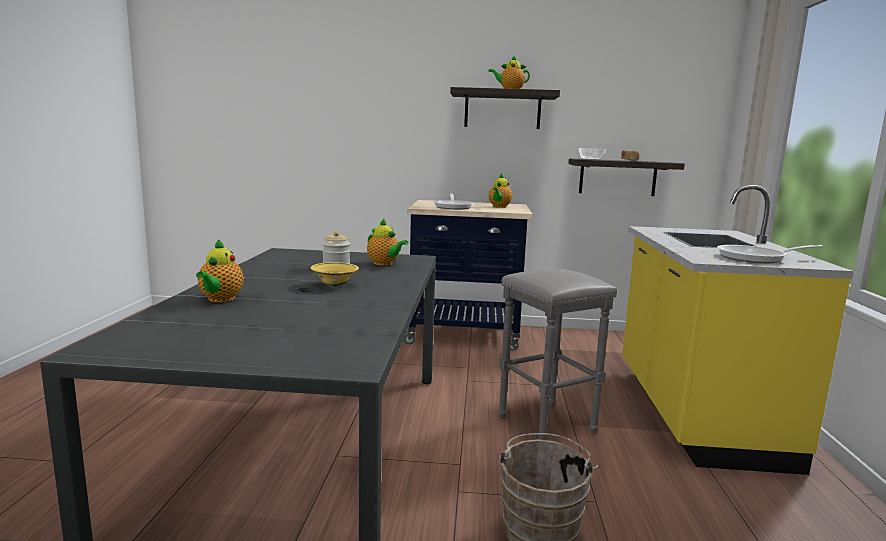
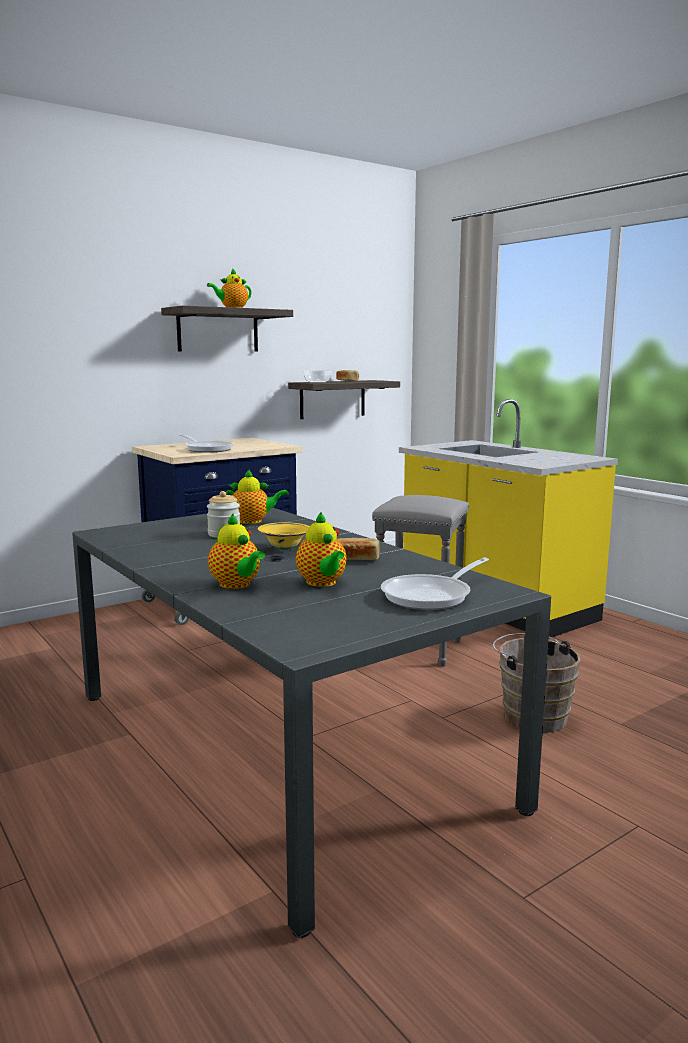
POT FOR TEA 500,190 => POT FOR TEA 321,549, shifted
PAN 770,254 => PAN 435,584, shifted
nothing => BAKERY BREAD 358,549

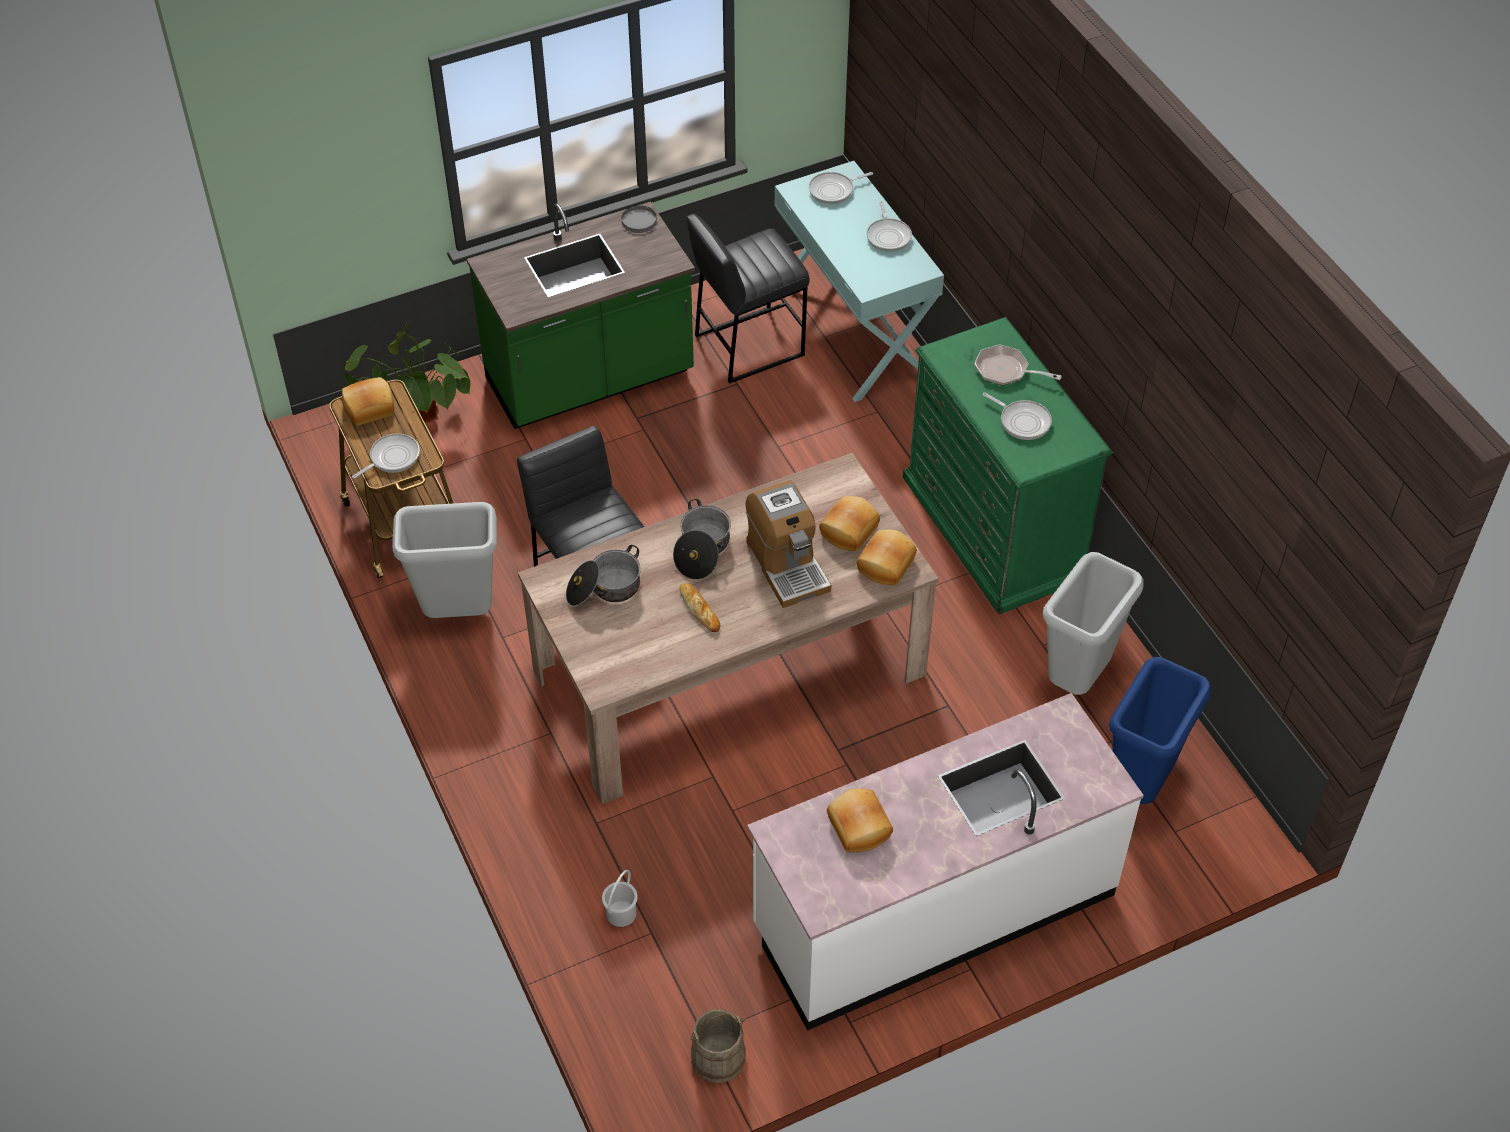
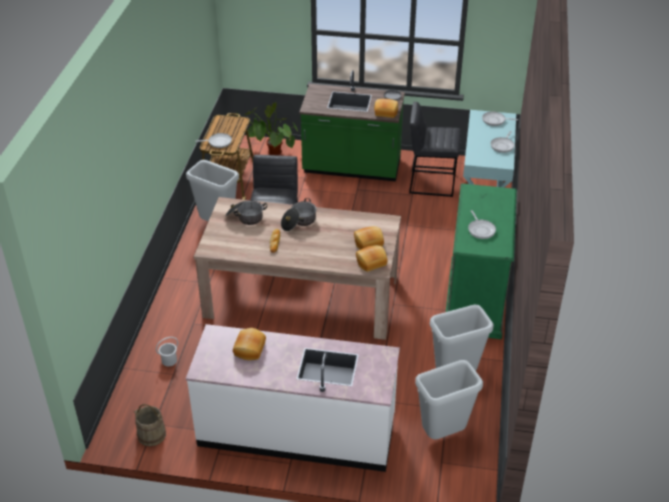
PAN 1018,364 => nothing
BAKERY BREAD 368,401 => BAKERY BREAD 386,108, shifted
COFFEE BREWER 788,544 => nothing
BLUISH WASTE BIN 1160,730 => GRAY WASTE BIN 449,400

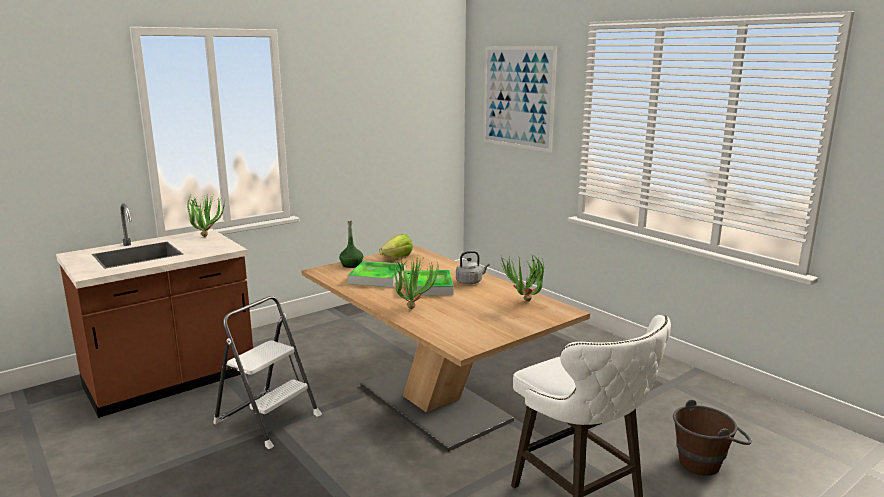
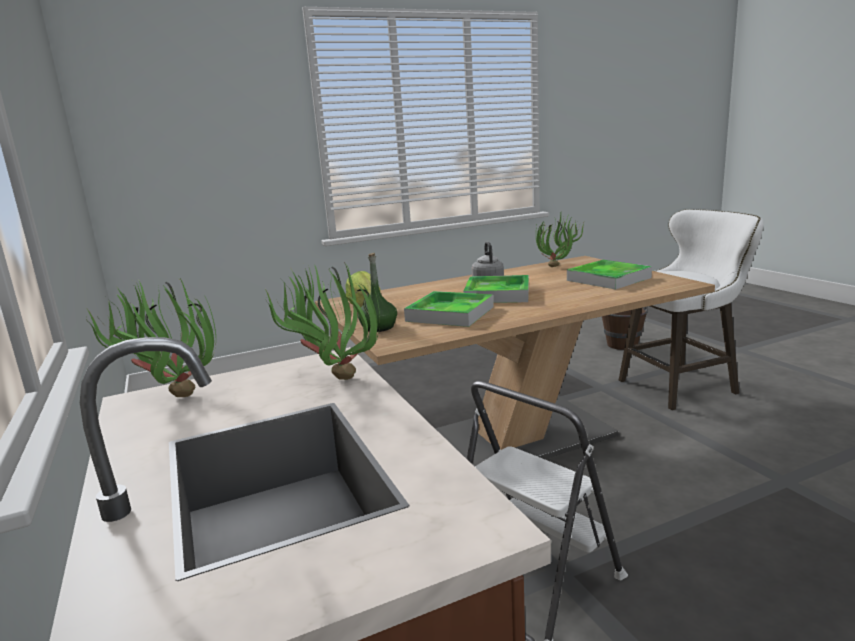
WALL ART 520,99 => nothing
PLANT IN A POT 416,283 => PLANT IN A POT 322,321, shifted
nothing => TRAY 609,275

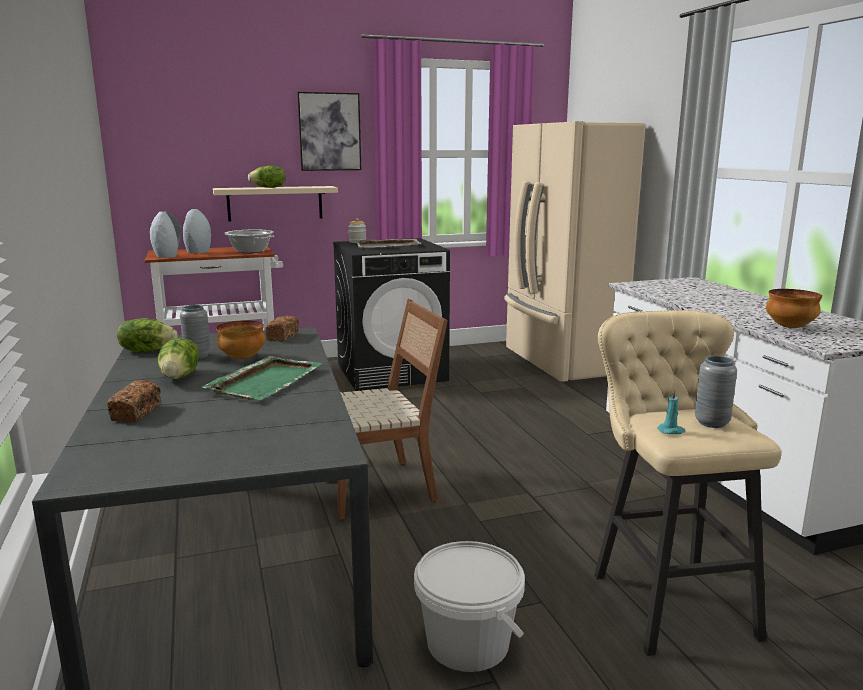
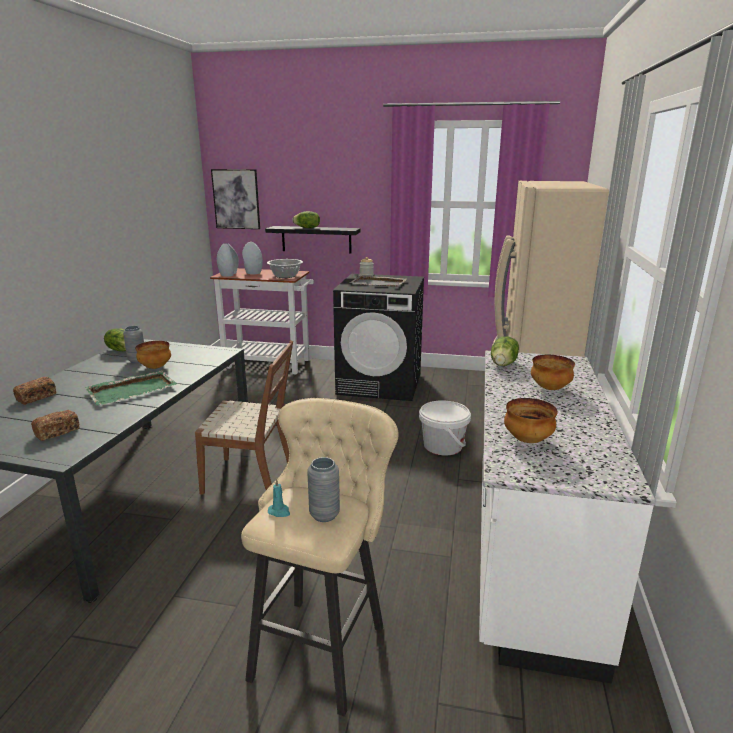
WALL ART 329,131 => WALL ART 235,199, shifted
BEIGE-COLOURED BRACKET SHELF 275,204 => BLACK BRACKET SHELF 312,240
BAKERY BREAD 282,329 => BAKERY BREAD 55,425, shifted
HEAD OF LETTUCE 178,358 => HEAD OF LETTUCE 505,351, shifted
WHITE BUCKET 469,606 => WHITE BUCKET 445,427, shifted
nothing => DEEP DISH 553,372

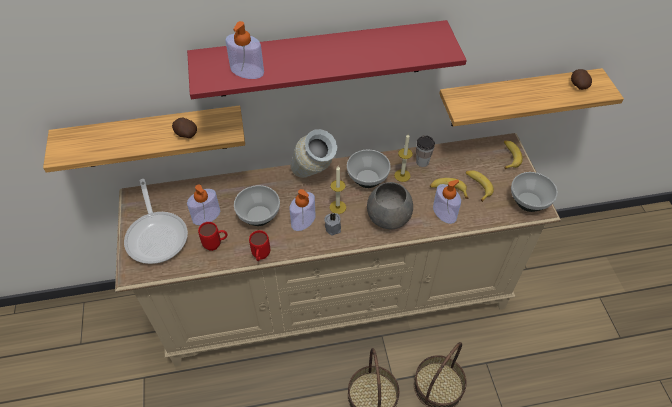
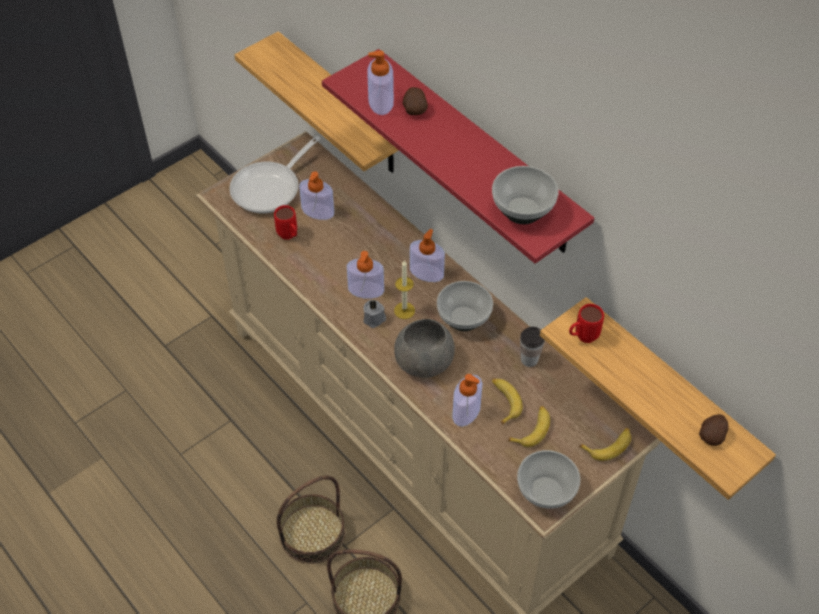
WHOLE POTATO 184,128 => WHOLE POTATO 415,101, shifted
DECORATIVE VASE 314,153 => SOAP BOTTLE 427,255
WAX LIGHT 403,158 => nothing
DEEP DISH 257,205 => DEEP DISH 525,195, shifted
RED MUG 259,245 => RED MUG 586,323, shifted

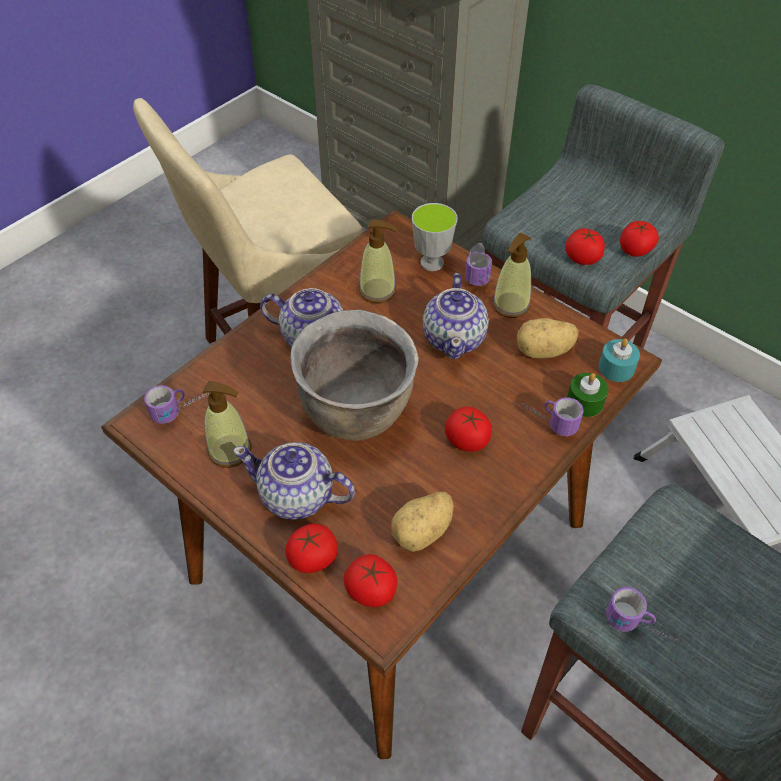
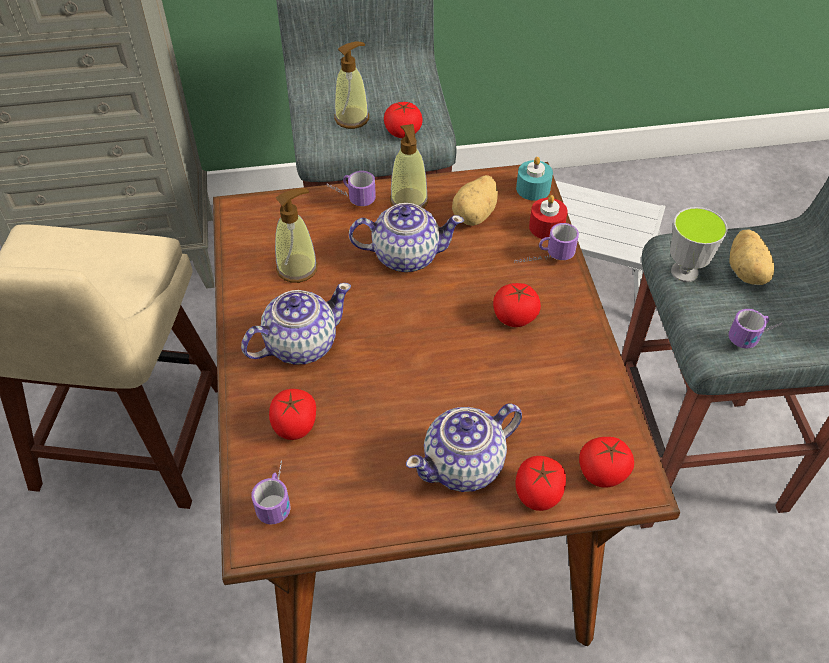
CUP 435,237 => CUP 698,244, shifted
WHOLE TOMATO 639,239 => WHOLE TOMATO 292,414, shifted
POT FOR TEA 456,316 => POT FOR TEA 406,237, 45 degrees counterclockwise
BROWN SAUCEPOT 355,375 => nothing
GREEN-COLOURED WAX LIGHT 587,395 => RED WAX LIGHT 548,217
SOAP BOTTLE 227,424 => SOAP BOTTLE 351,85, shifted
WHOLE POTATO 422,522 => WHOLE POTATO 751,257, shifted

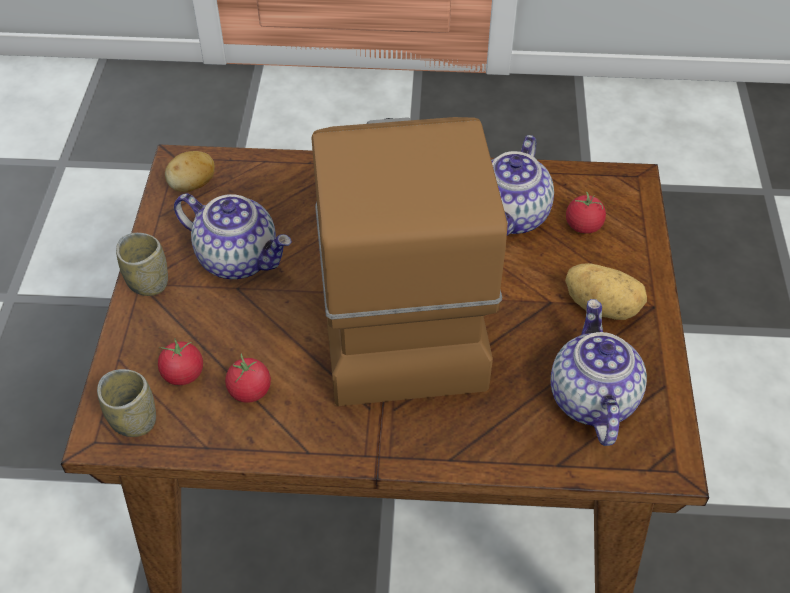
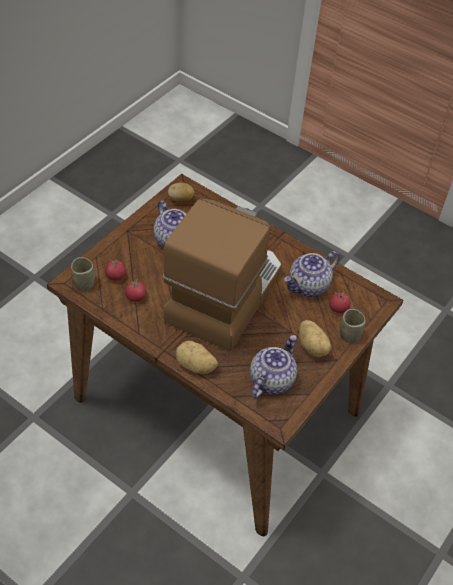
CUP 142,264 => CUP 353,326, shifted
nothing => WHOLE POTATO 197,357

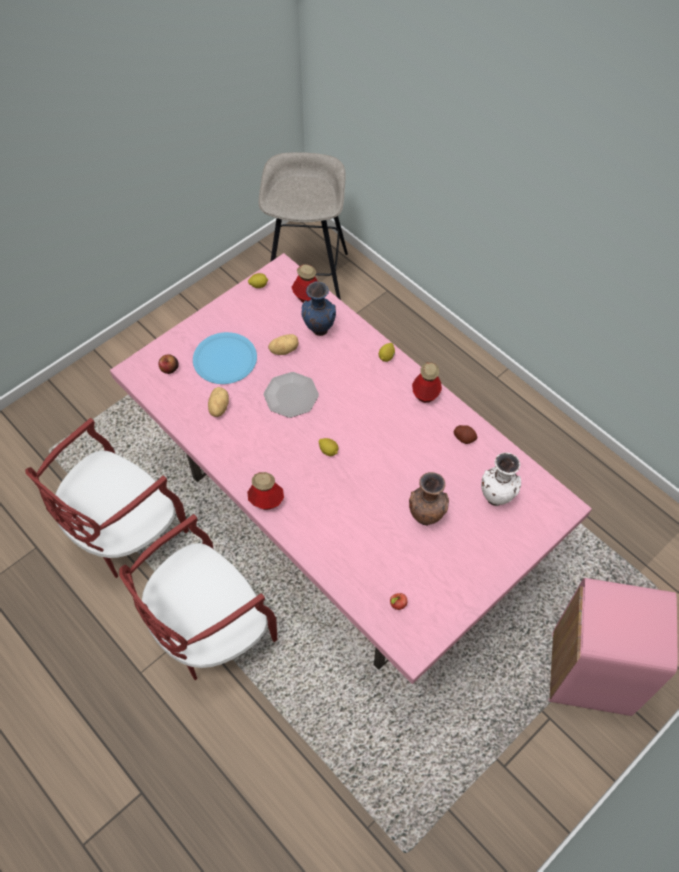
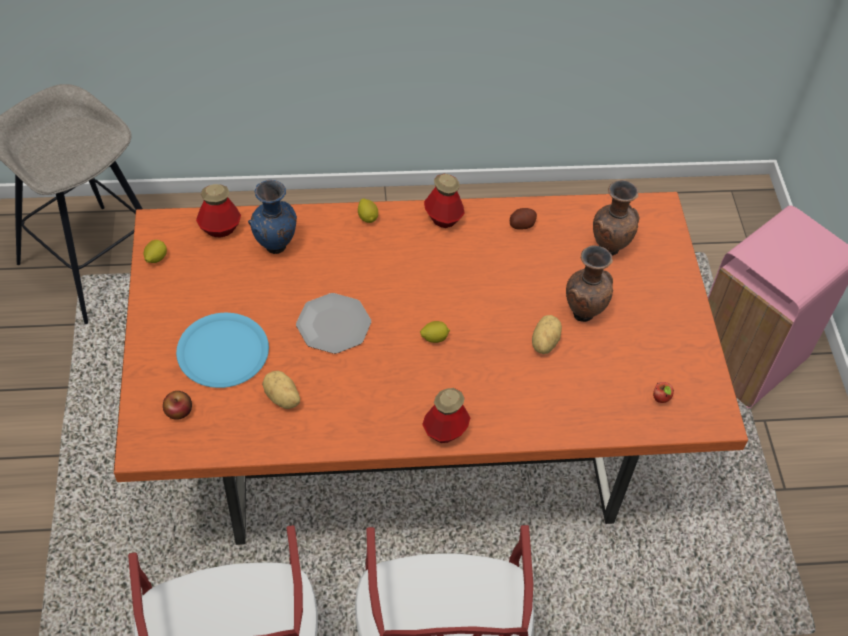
PINK-COLOURED DINNER TABLE 351,468 => ORANGE-COLOURED DINNER TABLE 431,368
WHOLE POTATO 283,344 => WHOLE POTATO 547,334, shifted
WHITE DECORATIVE VASE 501,479 => BROWN DECORATIVE VASE 616,218

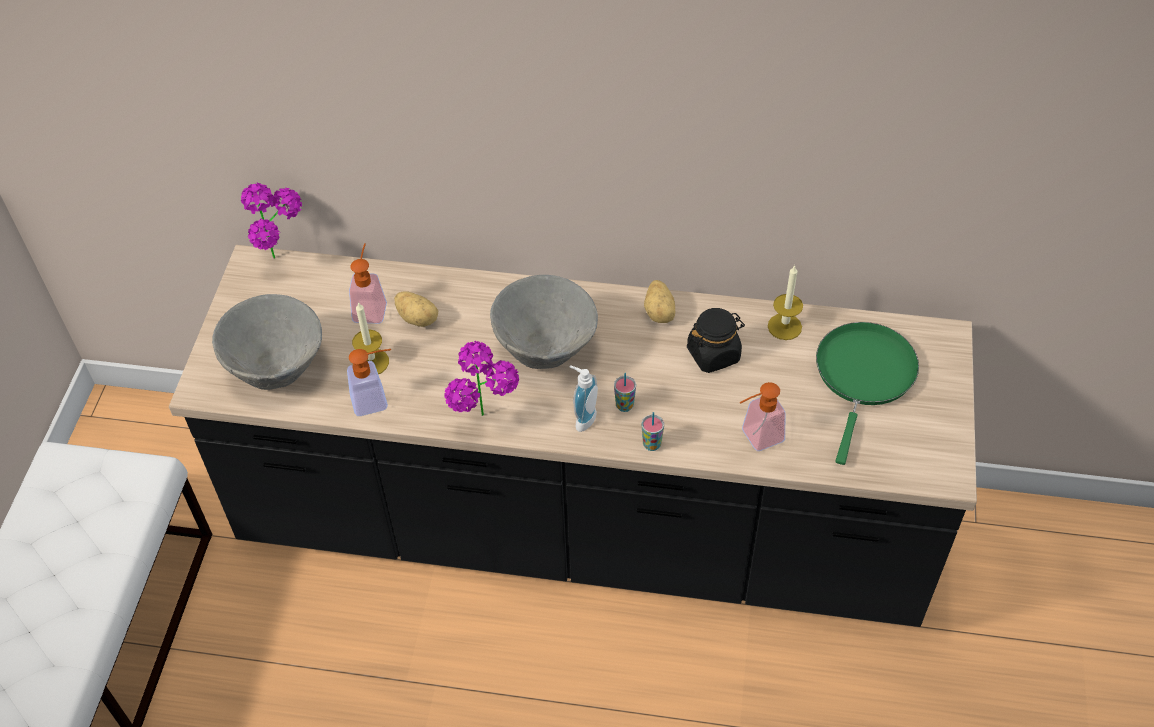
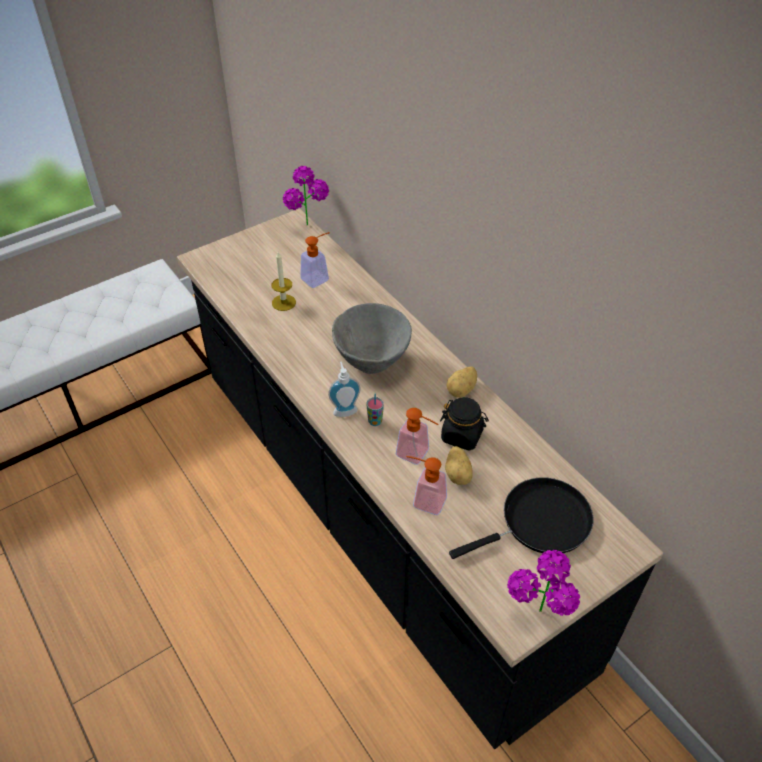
WAX LIGHT 785,302 => nothing
WHOLE POTATO 416,309 => WHOLE POTATO 459,465, shifted
GRAY DEEP DISH 267,342 => nothing
GREEN-COLOURED PAN 867,393 => BLACK PAN 521,518
PLANT IN A POT 481,378 => PLANT IN A POT 543,583, shifted
SOAP BOTTLE 369,382 => SOAP BOTTLE 417,436, shifted
CUP 653,431 => nothing

